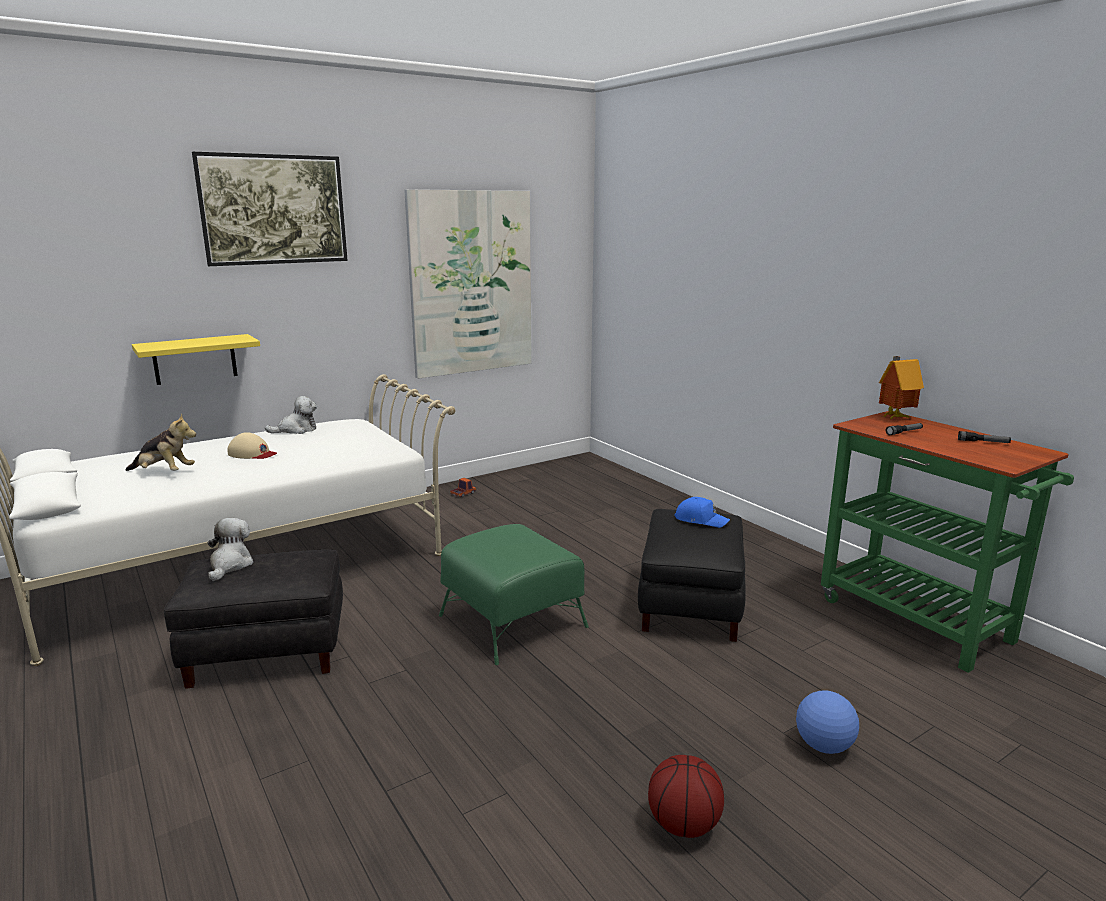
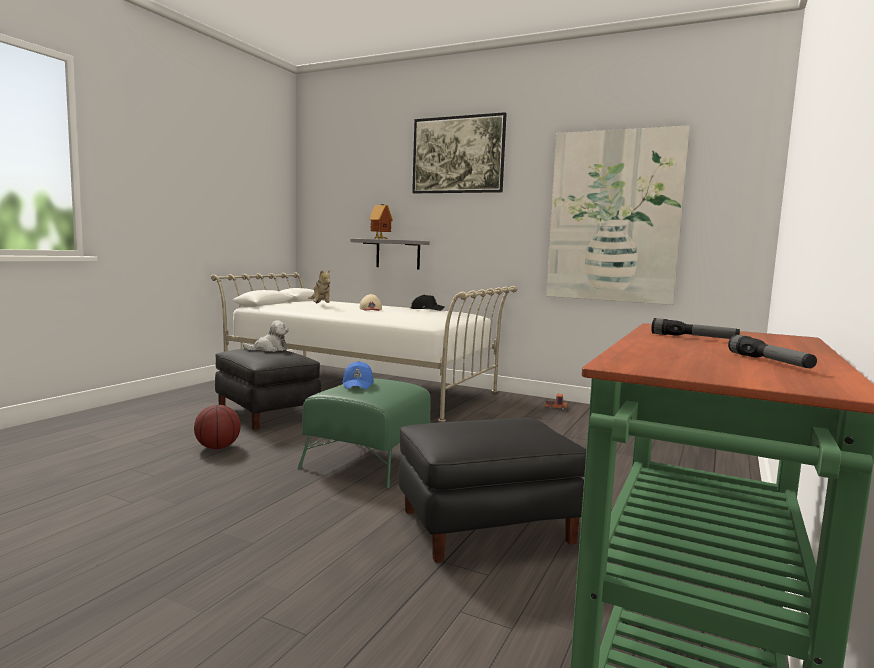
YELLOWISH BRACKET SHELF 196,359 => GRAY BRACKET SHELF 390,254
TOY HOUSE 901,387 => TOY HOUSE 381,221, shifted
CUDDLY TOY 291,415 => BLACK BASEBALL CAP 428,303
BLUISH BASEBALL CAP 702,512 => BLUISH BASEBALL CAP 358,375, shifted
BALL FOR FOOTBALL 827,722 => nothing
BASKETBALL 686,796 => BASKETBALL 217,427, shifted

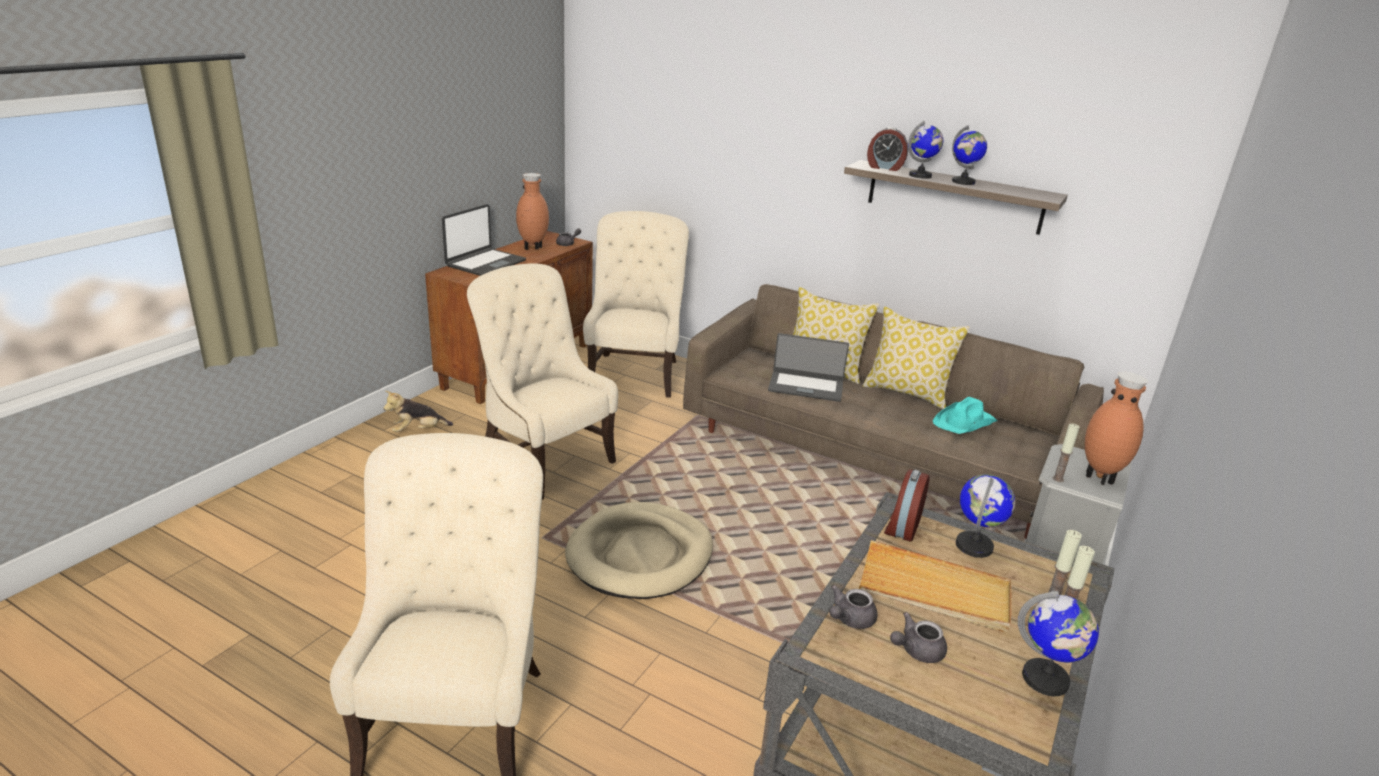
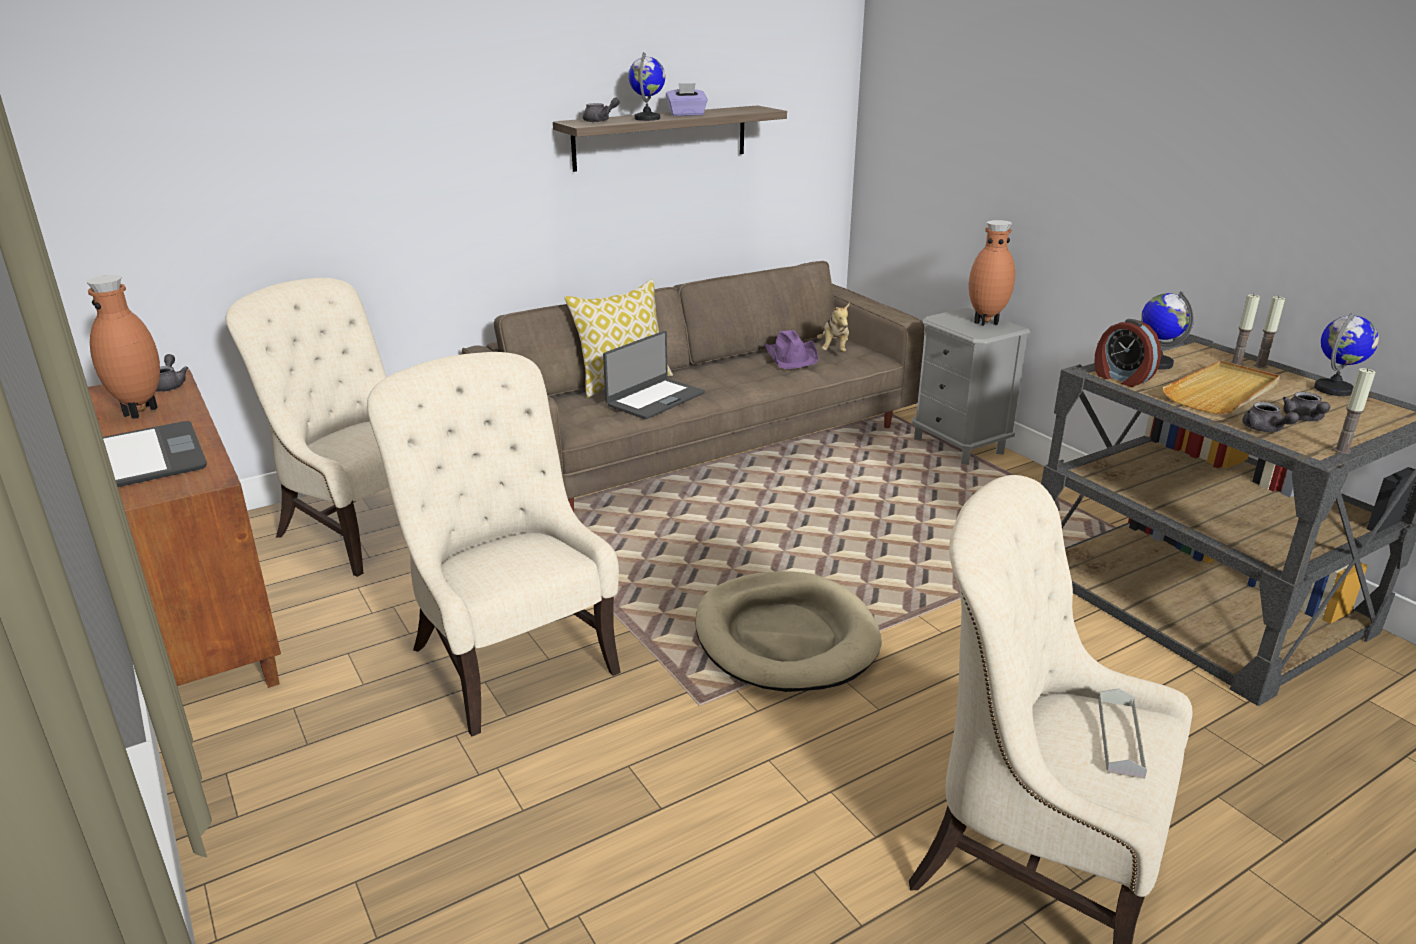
GLOBE 969,155 => PURPLE TISSUE BOX 687,99
ALARM CLOCK 887,149 => GRAY POT FOR TEA 601,109
BEIGE-COLOURED EASY CHAIR 542,381 => BEIGE-COLOURED EASY CHAIR 494,544, 75 degrees clockwise
THROW PILLOW 916,357 => nothing
CUDDLY TOY 418,411 => CUDDLY TOY 833,327, shifted
TURQUOISE WEARABLE HAT 965,415 => PURPLE WEARABLE HAT 791,349
WAX LIGHT 1066,452 => WAX LIGHT 1355,411, shifted
nothing => GRAY TRAY 1122,733

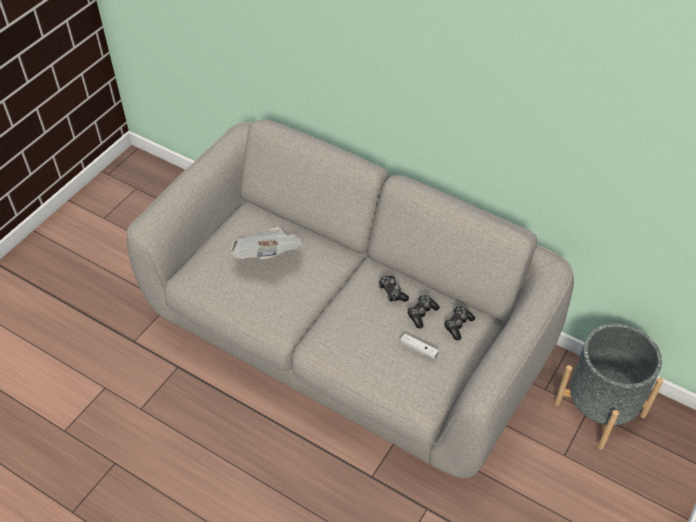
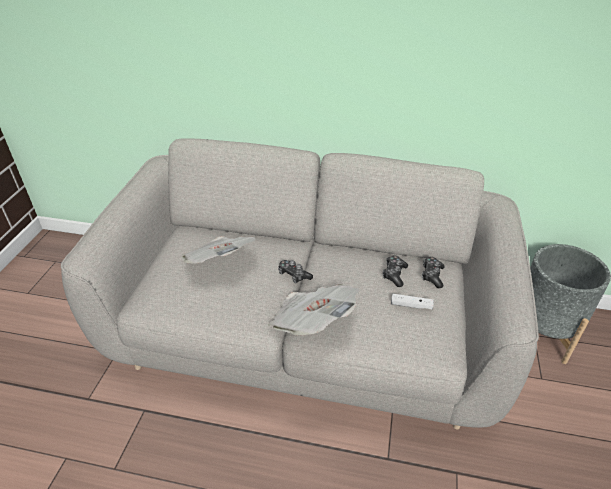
GAMEPAD 393,289 => GAMEPAD 295,271, shifted
nothing => DAILY PAPER 313,309

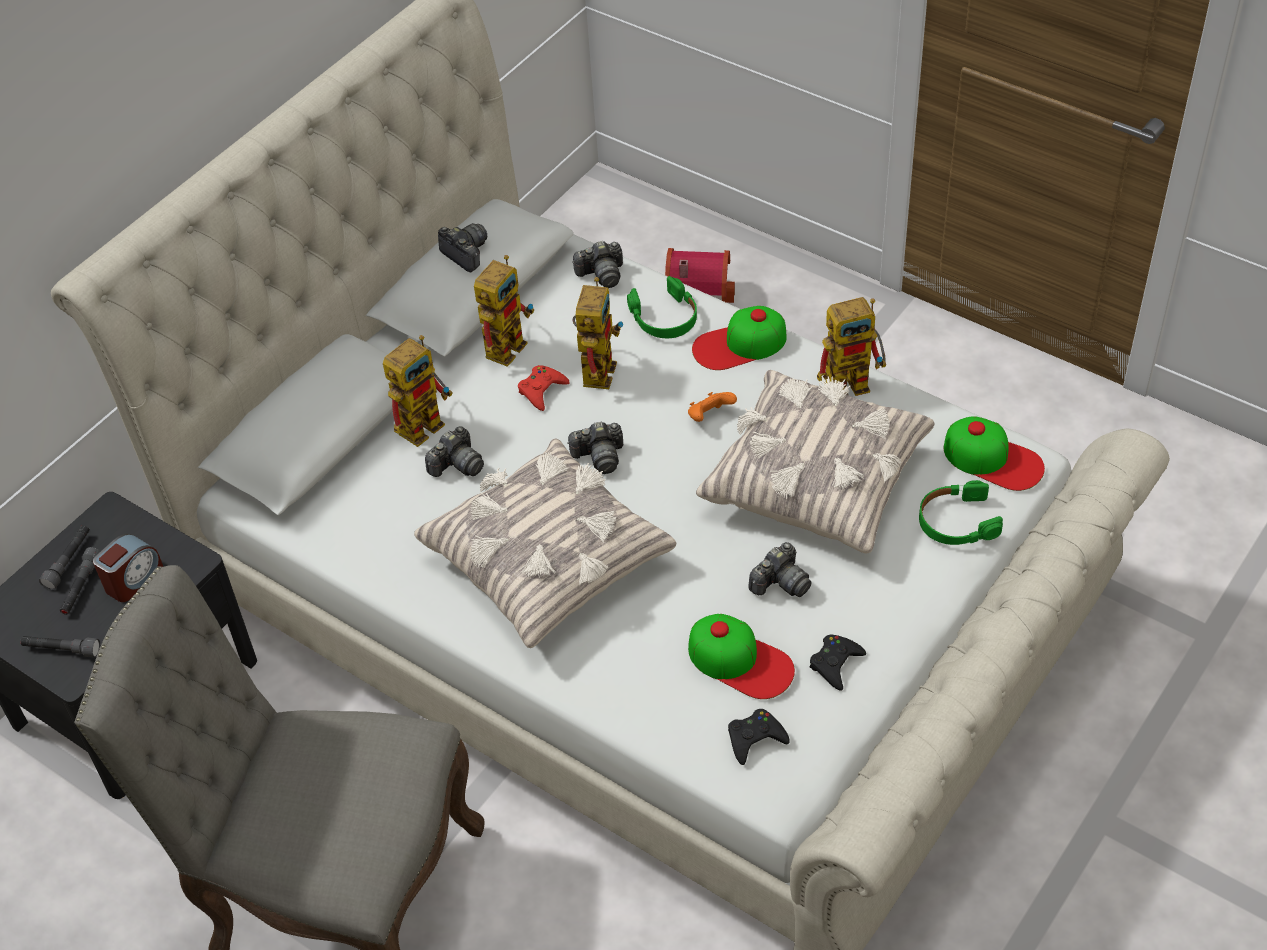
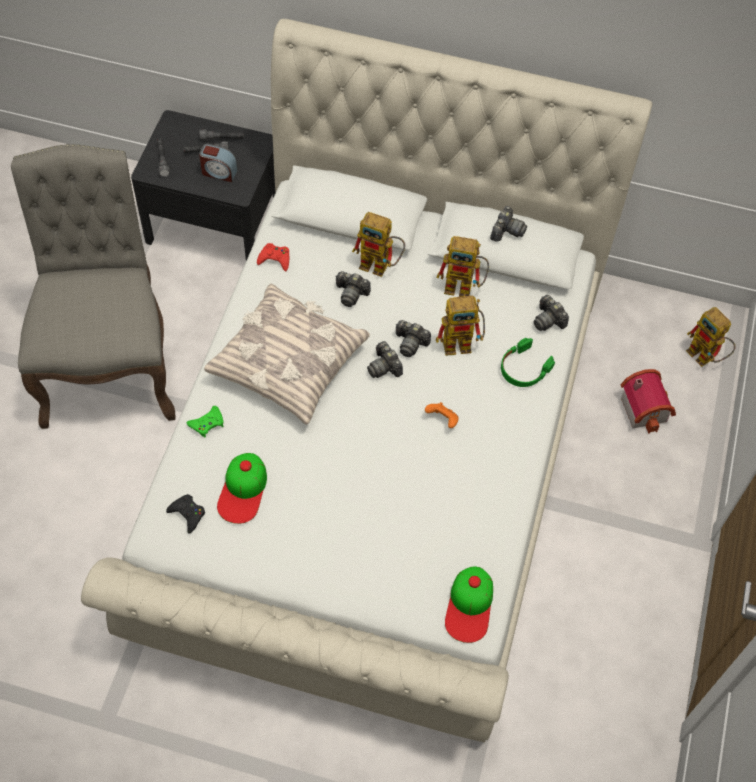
TOY ROBOT 851,346 => TOY ROBOT 711,337, shifted
BASEBALL CAP 739,338 => nothing
RED GAMEPAD 544,388 => RED GAMEPAD 273,257, shifted
BEIGE-COLOURED THROW PILLOW 815,461 => nothing
GREEN-COLOURED HEADSET 961,512 => nothing
PHOTO CAMERA 780,569 => PHOTO CAMERA 413,338, shifted
BLACK GAMEPAD 838,663 => nothing
nothing => GREEN-COLOURED GAMEPAD 205,422

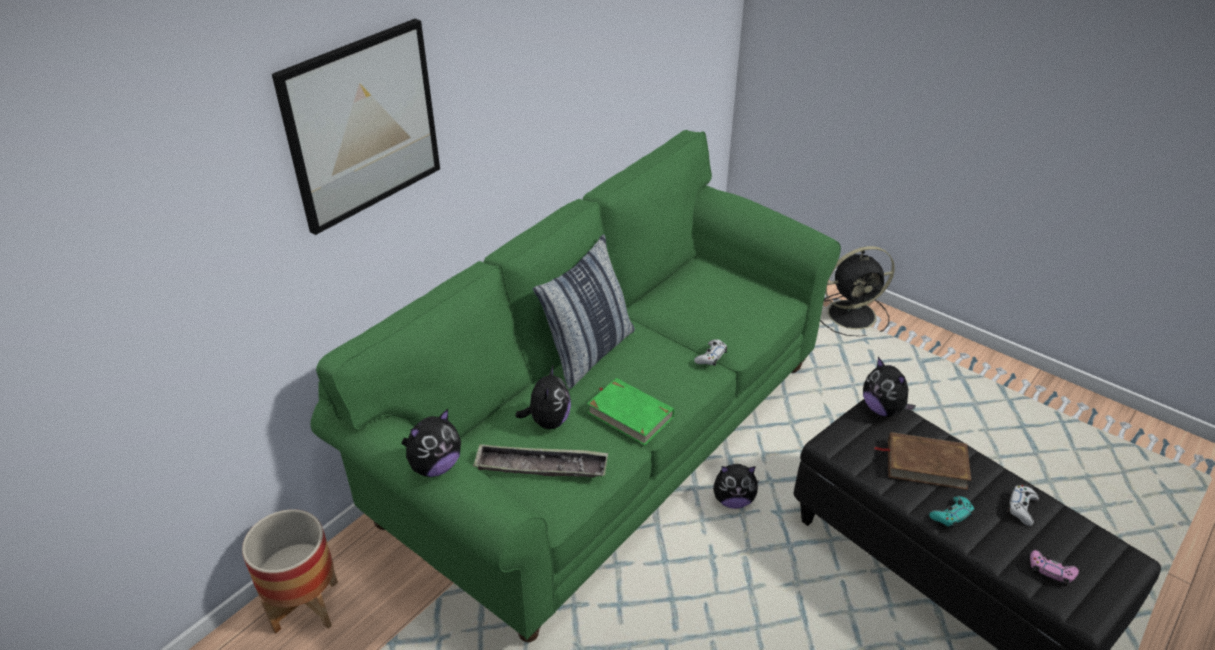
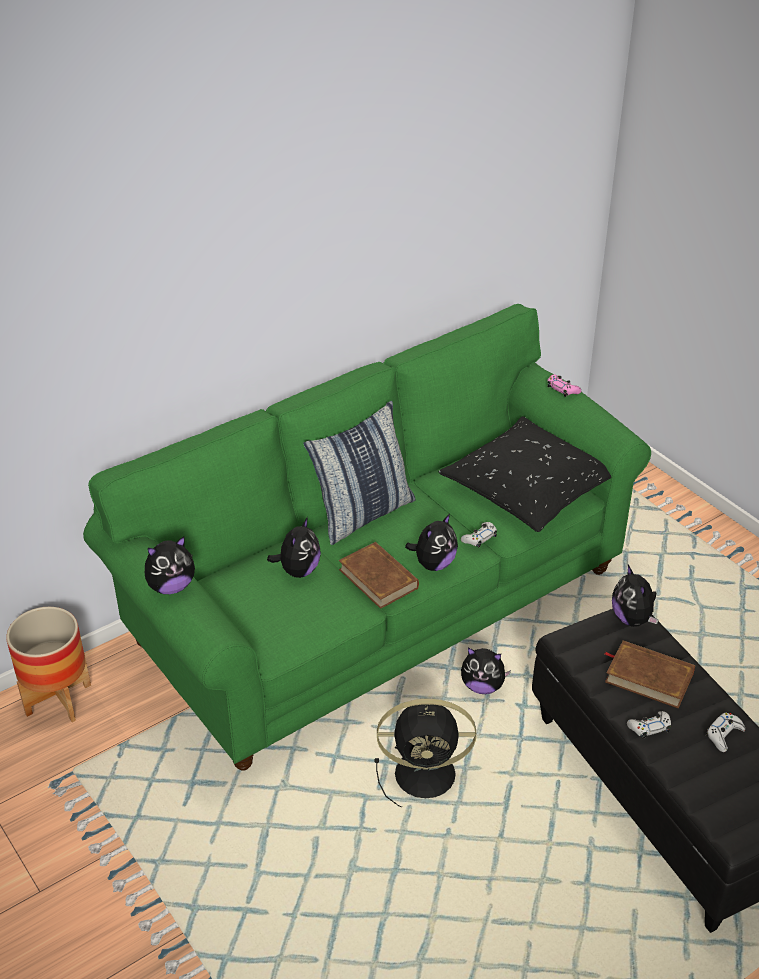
WALL ART 356,127 => nothing
BLACK ELECTRIC FAN 857,291 => BLACK ELECTRIC FAN 425,753, shifted
GREEN-COLOURED VOLUME 630,411 => BROWN VOLUME 379,575
TRAY 540,461 => nothing
TURQUOISE GAMEPAD 951,512 => WHITE GAMEPAD 649,725
PINK-COLOURED GAMEPAD 1054,568 => PINK-COLOURED GAMEPAD 564,385, shifted
nothing => BLACK THROW PILLOW 525,474
nothing => CUDDLY TOY 431,542

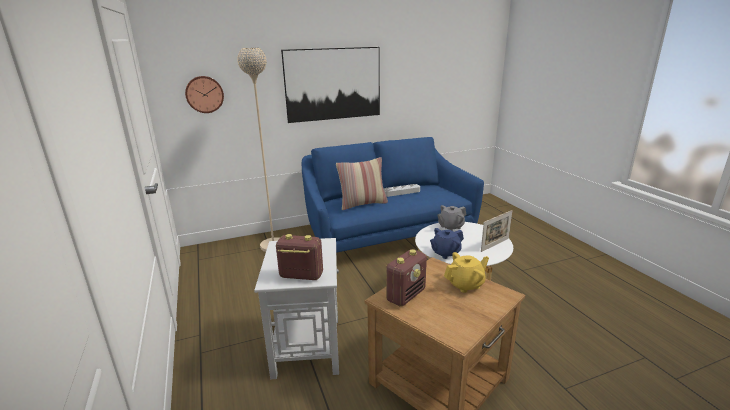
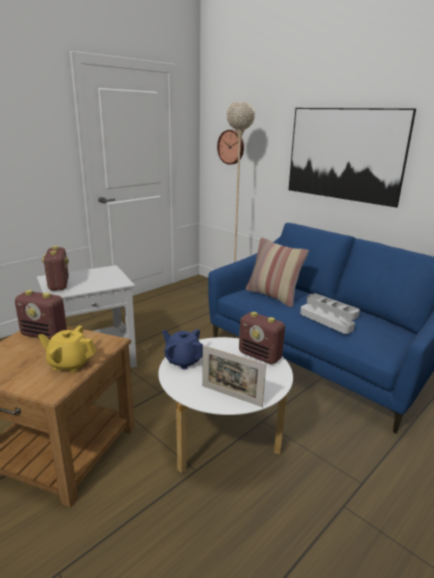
GRAY POT FOR TEA 452,218 => RADIO 262,338
YELLOWISH POT FOR TEA 466,272 => YELLOWISH POT FOR TEA 67,349, 150 degrees clockwise
nothing => GRAY TRAY 327,319

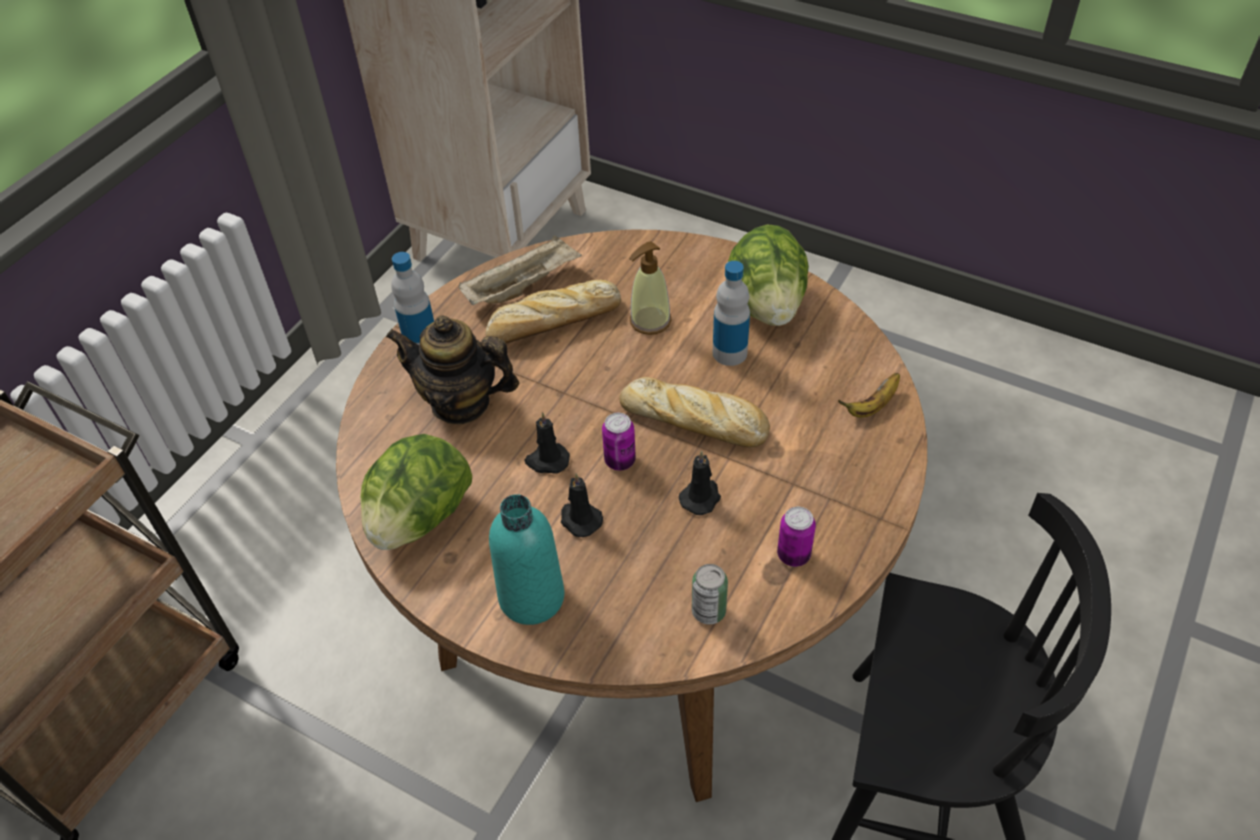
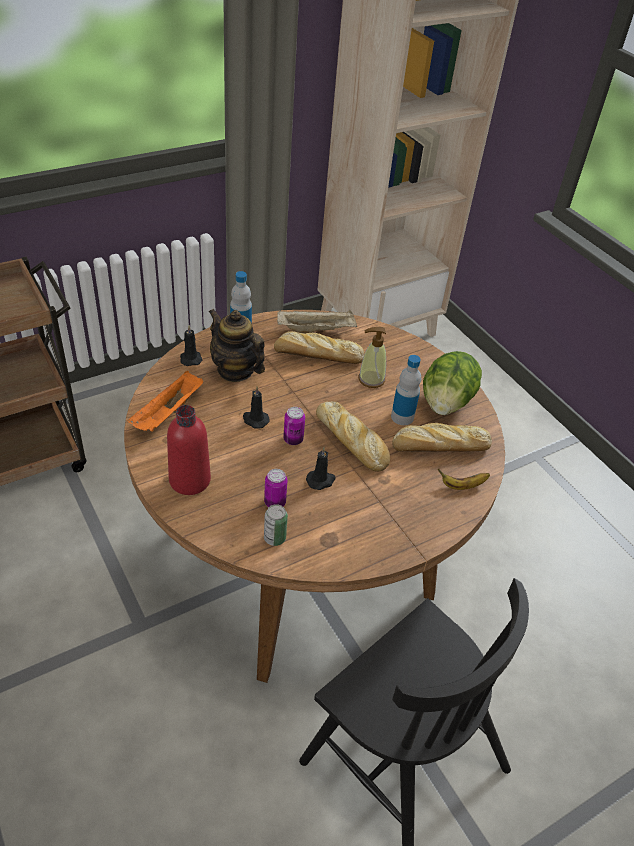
HEAD OF LETTUCE 416,492 => ORANGE-COLOURED TRAY 165,401
BLACK WAX LIGHT 582,505 => BLACK WAX LIGHT 191,345, shifted
TURQUOISE BEVERAGE BOTTLE 526,559 => RED BEVERAGE BOTTLE 189,450
SEALED CAN 796,537 => SEALED CAN 276,488, shifted
nothing => BAKERY BREAD 442,437

